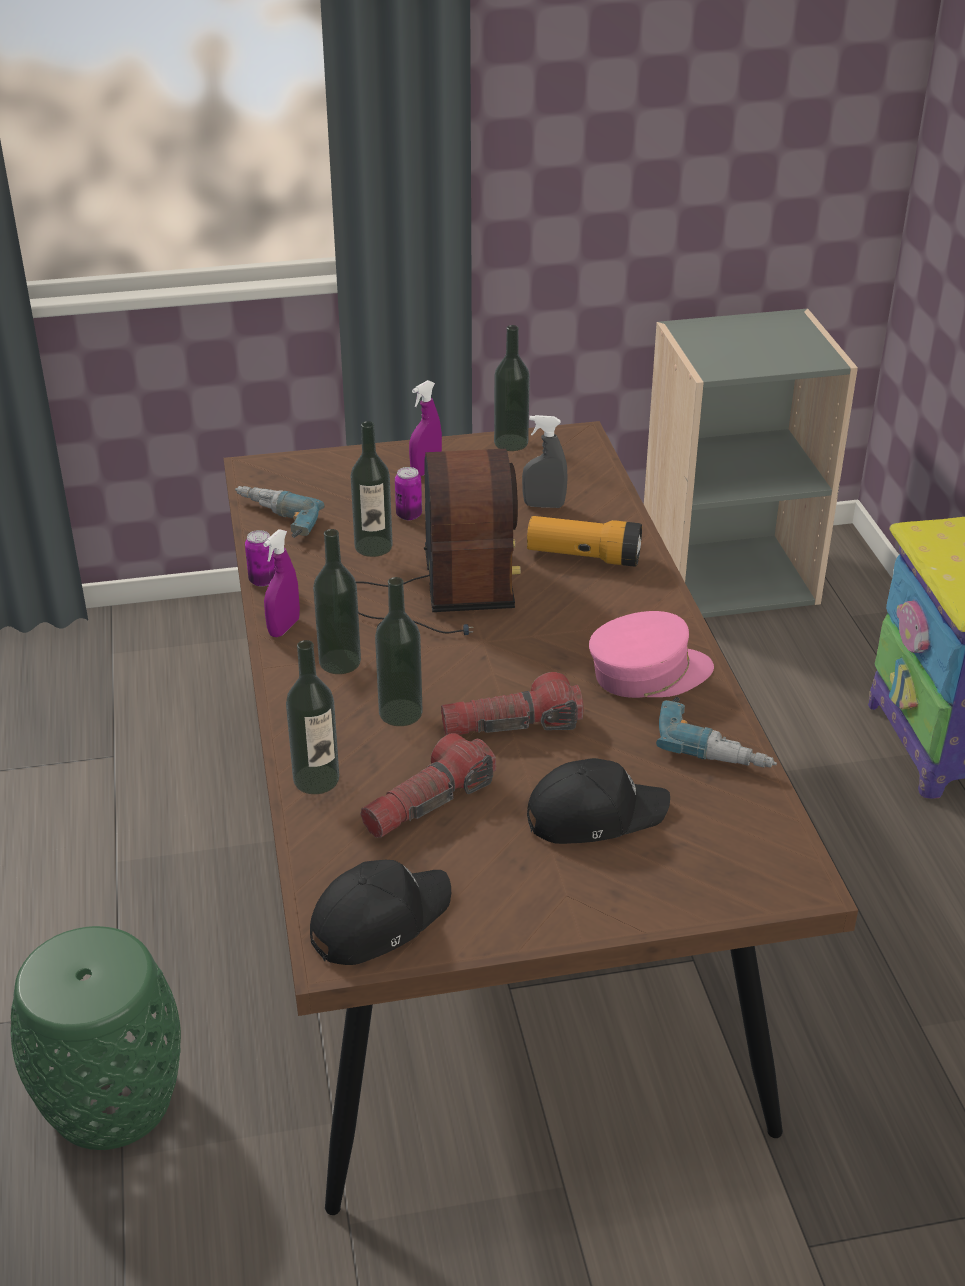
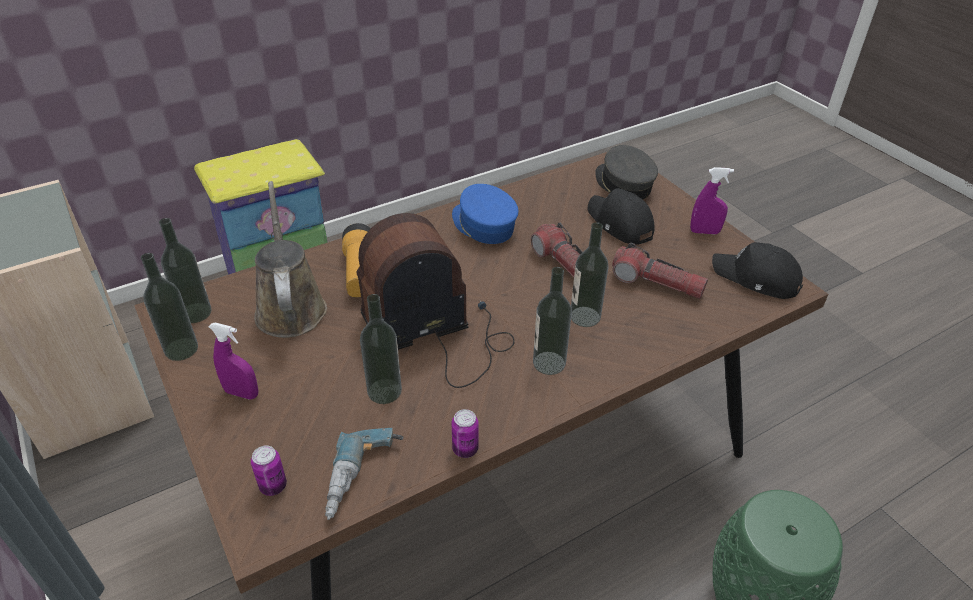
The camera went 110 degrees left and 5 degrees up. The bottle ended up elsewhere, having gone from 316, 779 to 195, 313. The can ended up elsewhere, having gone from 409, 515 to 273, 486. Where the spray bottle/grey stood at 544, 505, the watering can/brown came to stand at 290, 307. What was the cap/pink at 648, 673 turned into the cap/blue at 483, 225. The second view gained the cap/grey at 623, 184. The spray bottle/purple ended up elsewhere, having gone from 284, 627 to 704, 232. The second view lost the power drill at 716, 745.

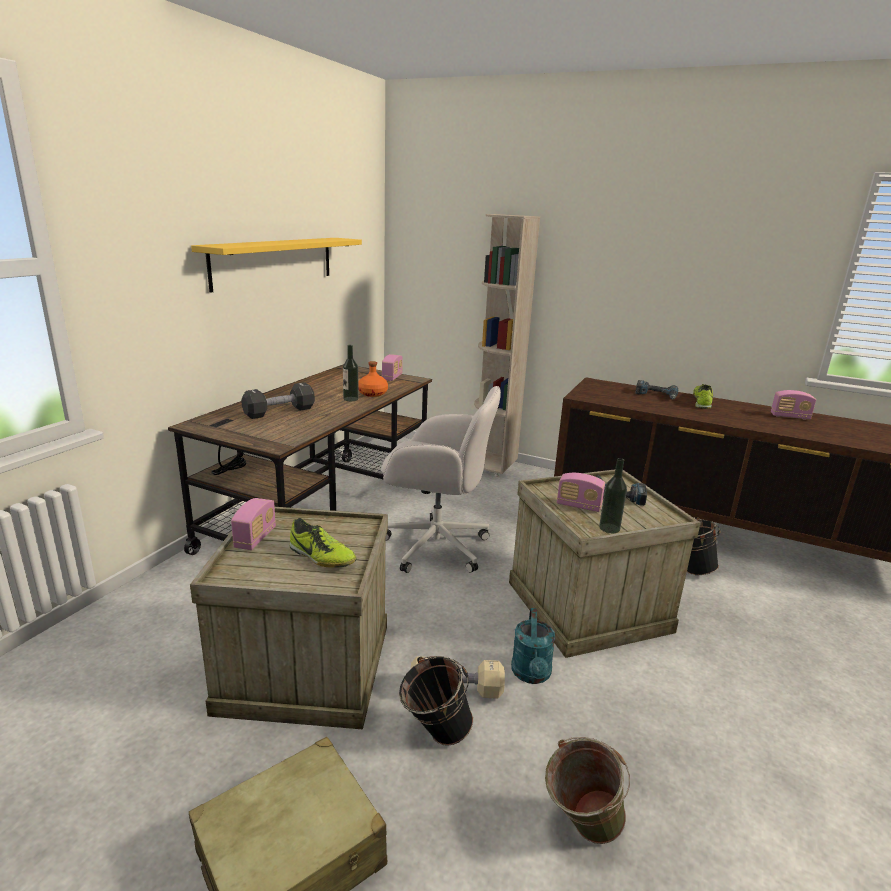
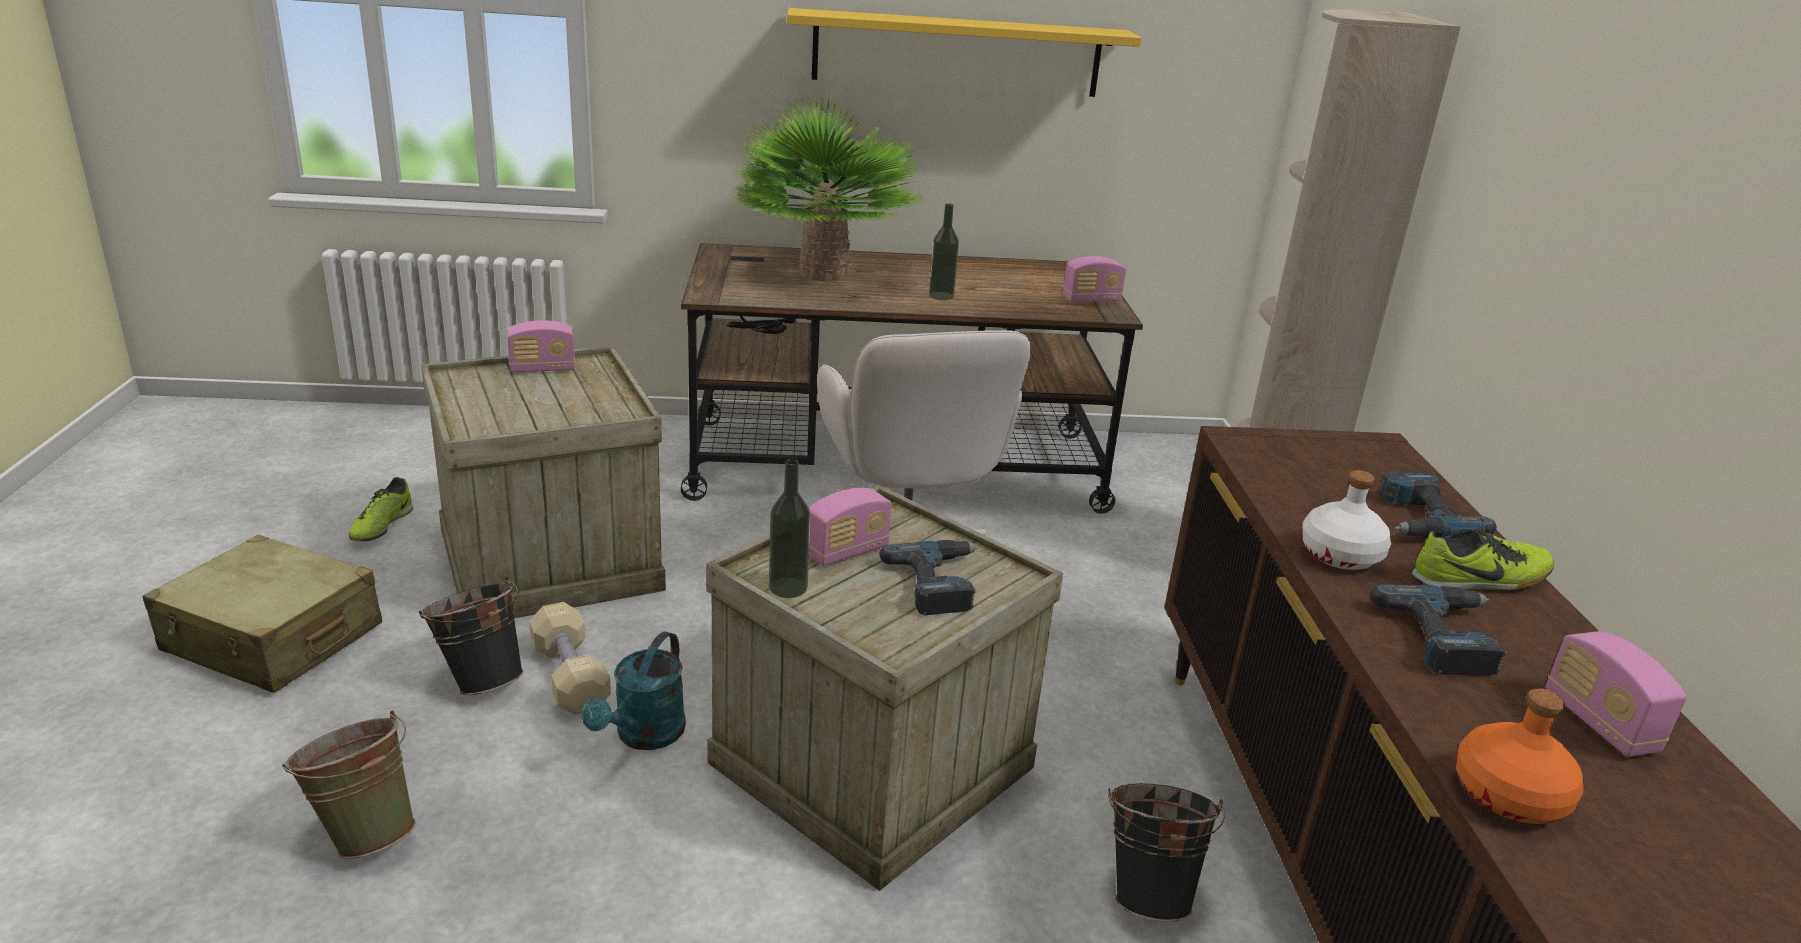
The camera went 60 degrees right and 5 degrees up. The shoe ended up elsewhere, having gone from 321, 557 to 381, 526. The watering can/turquoise at 532, 675 ended up facing another way, 45 degrees counterclockwise from before. Where the dumbbell/black stood at 279, 412, the potted plant came to stand at 823, 273. The radio at 578, 506 ended up facing another way, 120 degrees counterclockwise from before. The second view gained the bottle/white at 1339, 555. The second view gained the power drill at 1447, 638. The bottle/orange ended up elsewhere, having gone from 372, 393 to 1508, 796.

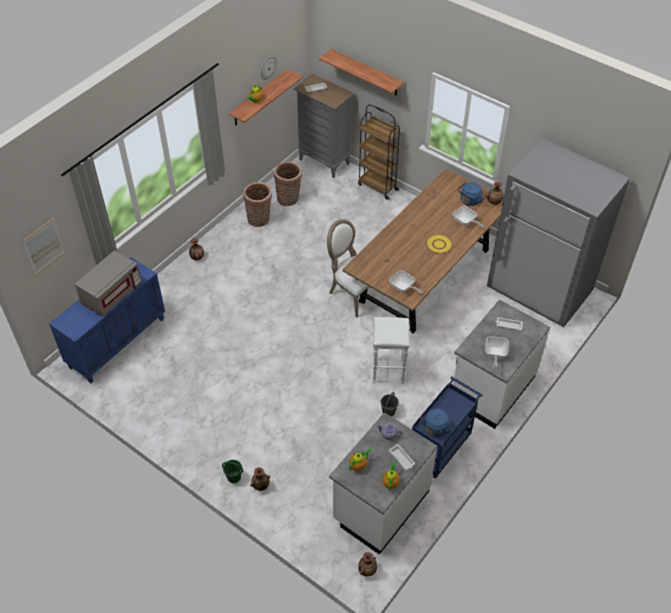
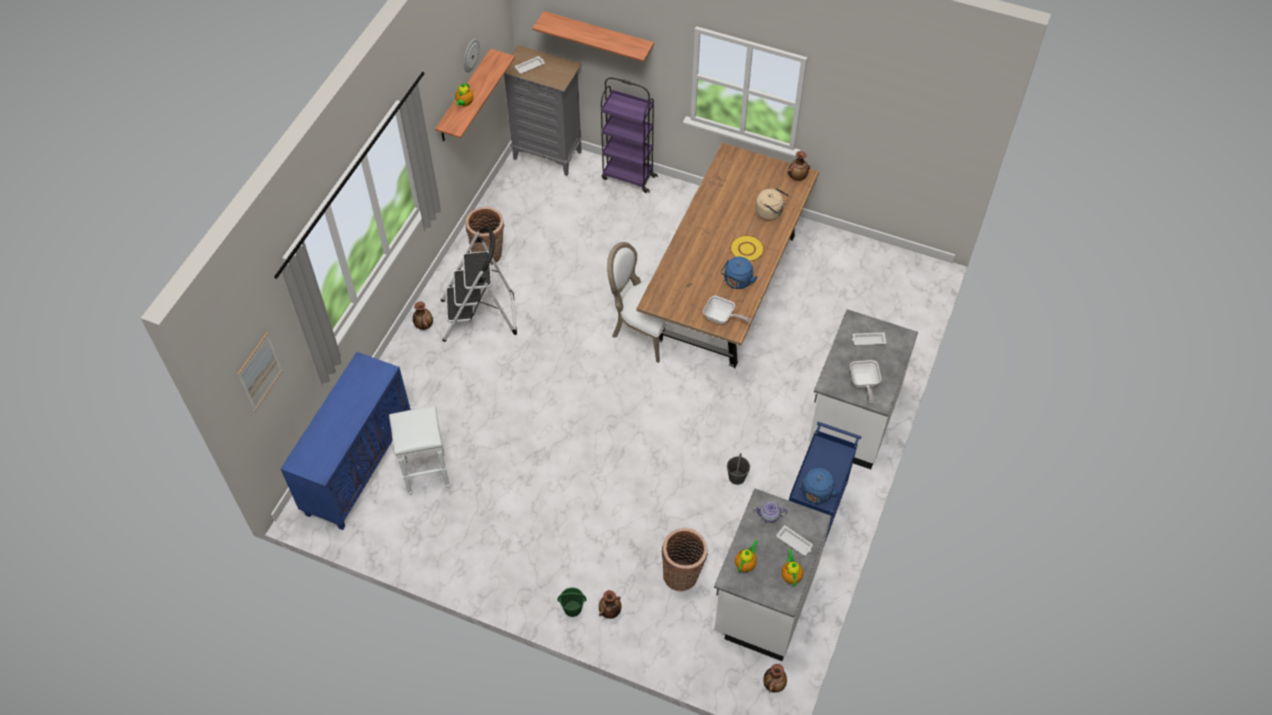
The camera went 15 degrees left and 5 degrees up. The stool/white ended up elsewhere, having gone from 387, 371 to 425, 474. The second view gained the step ladder at 481, 317. What was the cart/brown at 377, 187 turned into the cart/purple at 628, 177. The basket ended up elsewhere, having gone from 289, 199 to 683, 575. The kettle/blue ended up elsewhere, having gone from 469, 201 to 737, 282. Where the frying pan stood at 465, 223, the kettle/beige came to stand at 770, 213. The second view lost the microwave/grey at 112, 294. The second view lost the fridge/grey at 540, 288.

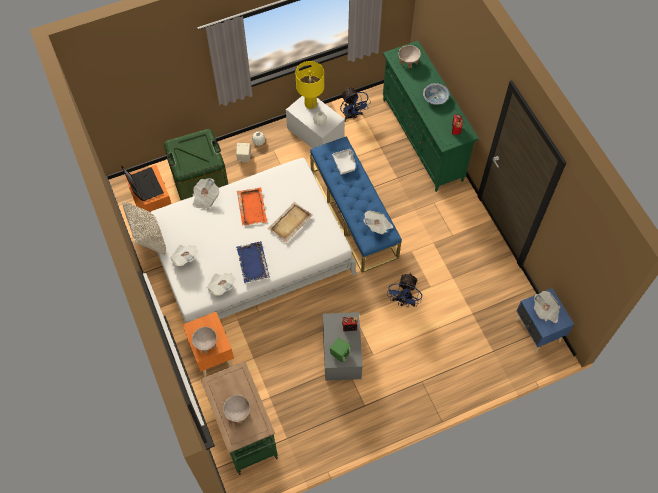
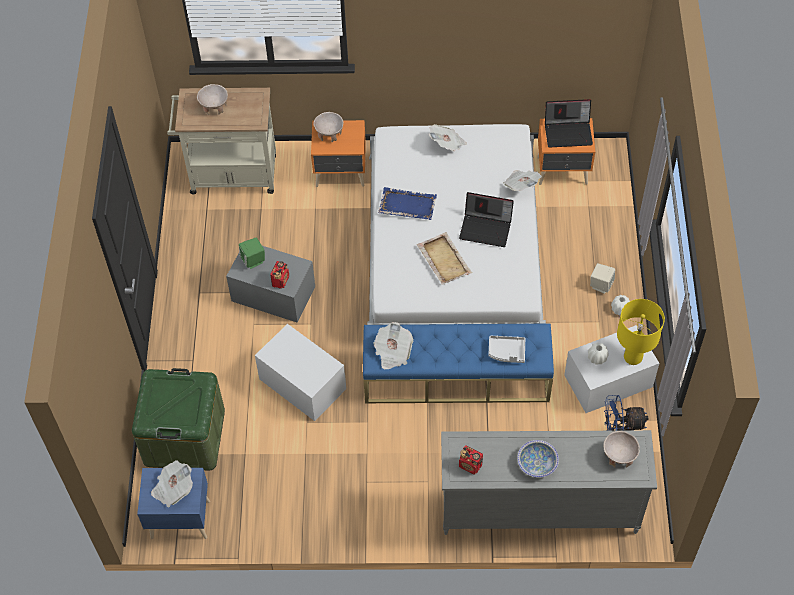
The camera went 115 degrees right and 5 degrees down. The storage box/green ended up elsewhere, having gone from 200, 180 to 184, 436. What was the cart/green at 246, 436 turned into the cart/beige at 231, 175. Where the fan/blue stood at 403, 301, the storage box/white came to stand at 303, 384. What was the dresser/green at 422, 140 turned into the dresser/grey at 539, 513. Where the tray/orange stood at 252, 207, the laptop came to stand at 486, 228. The second view lost the pillow/beige at 148, 238. The second view lost the newspaper at 221, 286.

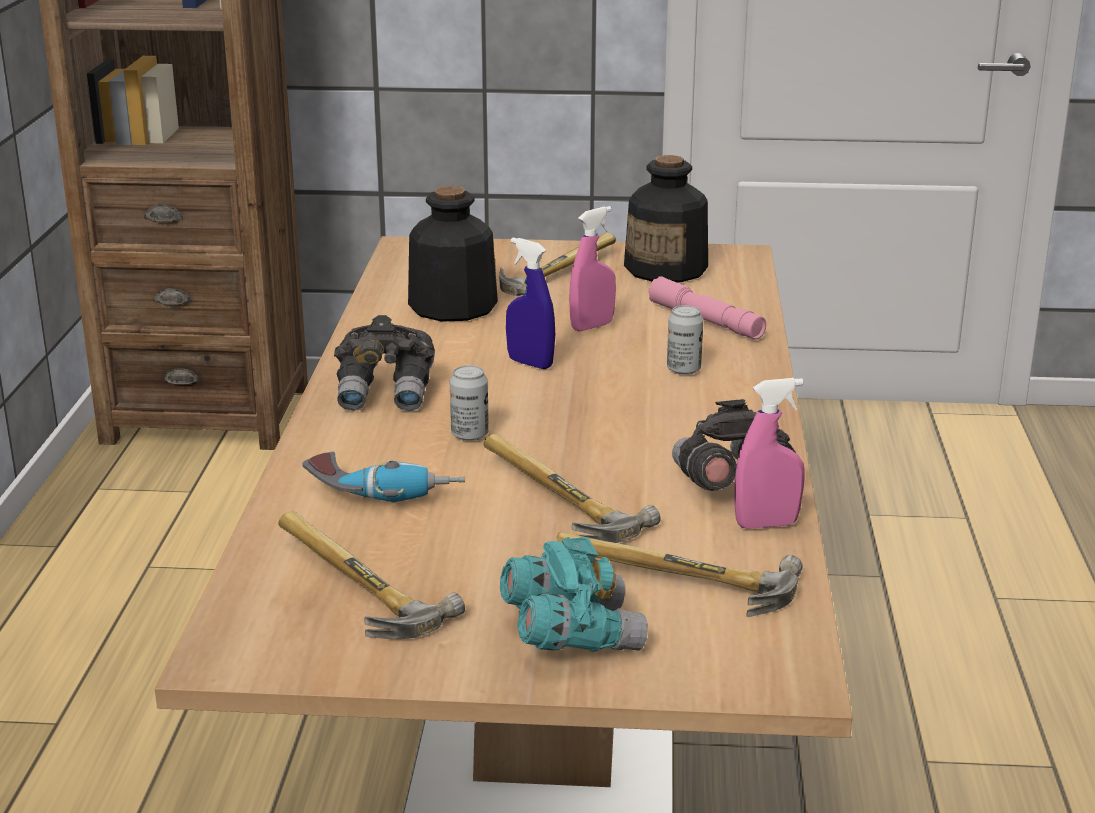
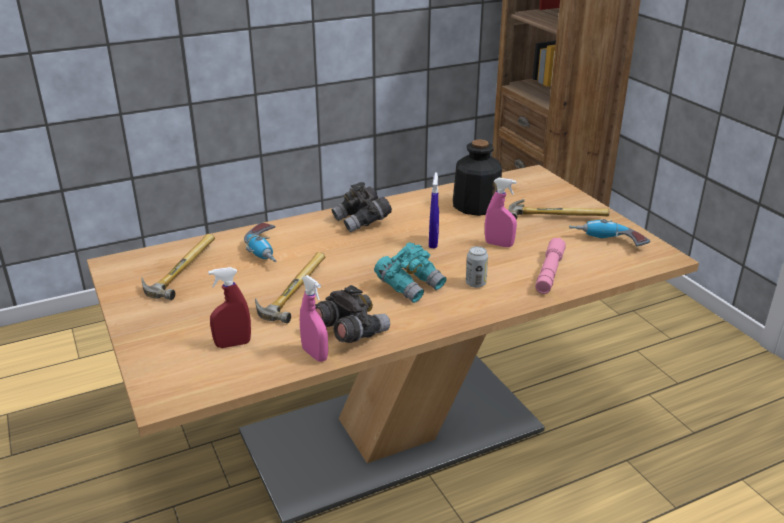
The camera went 60 degrees right and 5 degrees up. Where the hammer stood at 673, 584, the spray bottle/red came to stand at 233, 344. The binoculars/turquoise ended up elsewhere, having gone from 570, 634 to 410, 286. Where the bottle stood at 667, 269, the power drill came to stand at 607, 242. The second view lost the can at 469, 434.

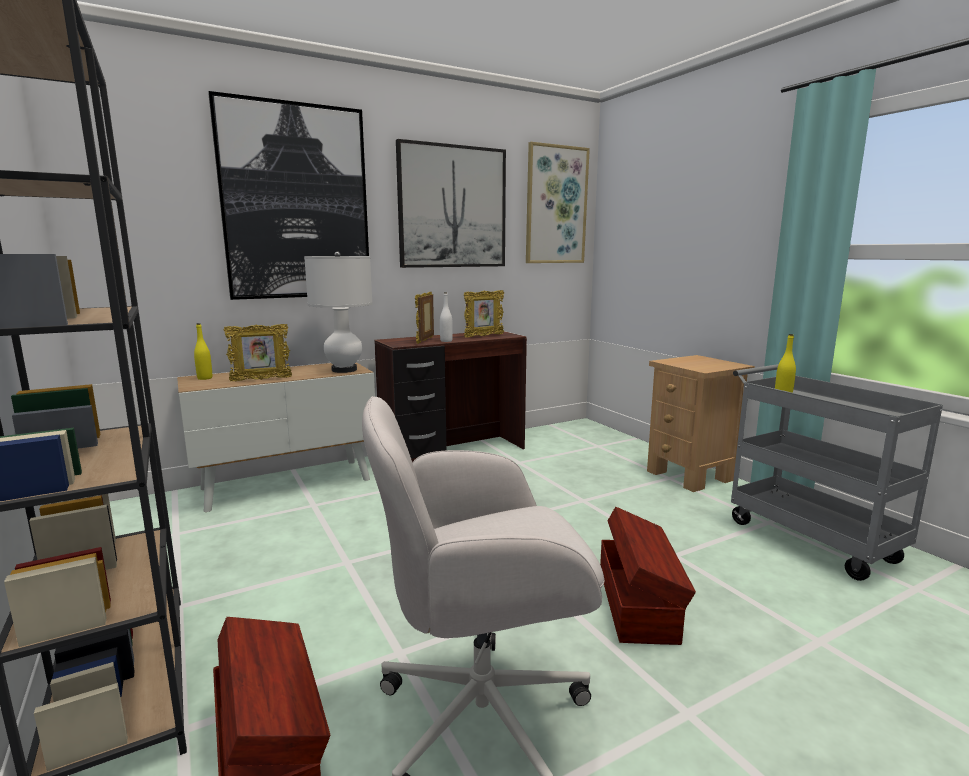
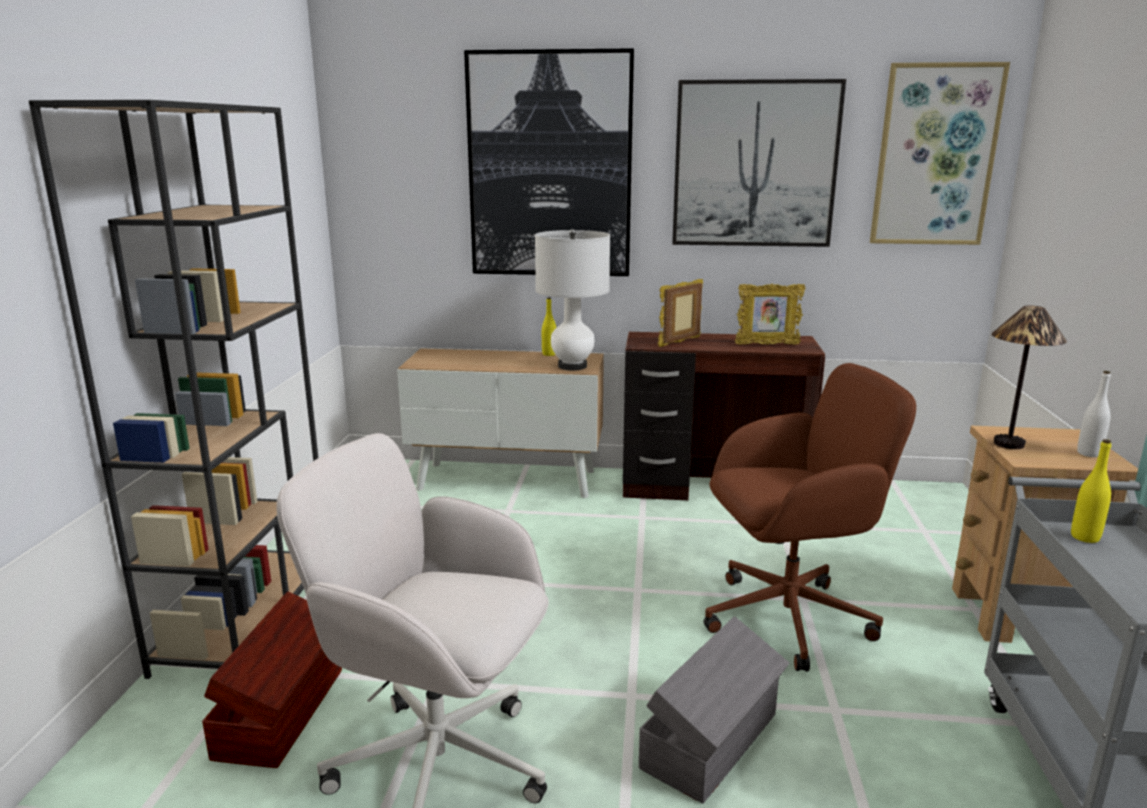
The camera went 35 degrees right and 5 degrees up. The bottle/yellow ended up elsewhere, having gone from 205, 378 to 549, 354. What was the storage box/brown at 638, 603 turned into the storage box/grey at 713, 741. The second view gained the office chair/brown at 787, 619. The second view gained the table lamp at 1008, 444. The bottle/white ended up elsewhere, having gone from 446, 341 to 1089, 453. The second view lost the picture frame at 261, 379.

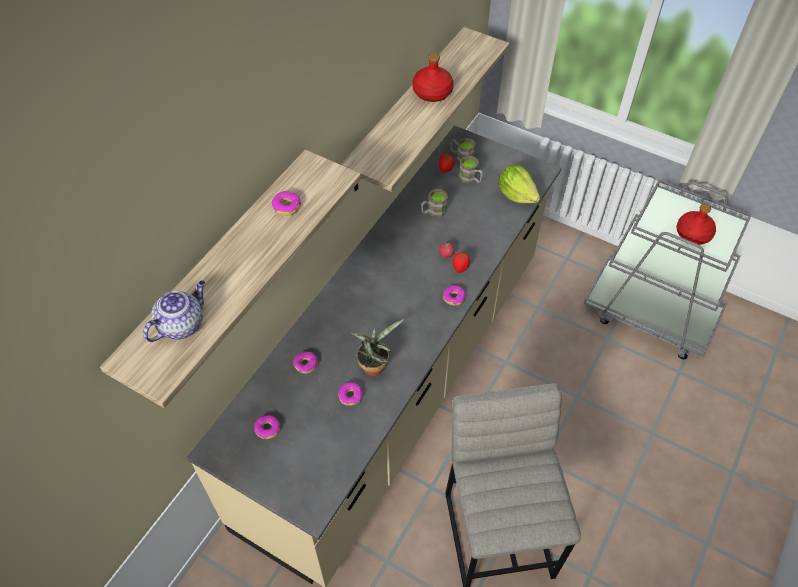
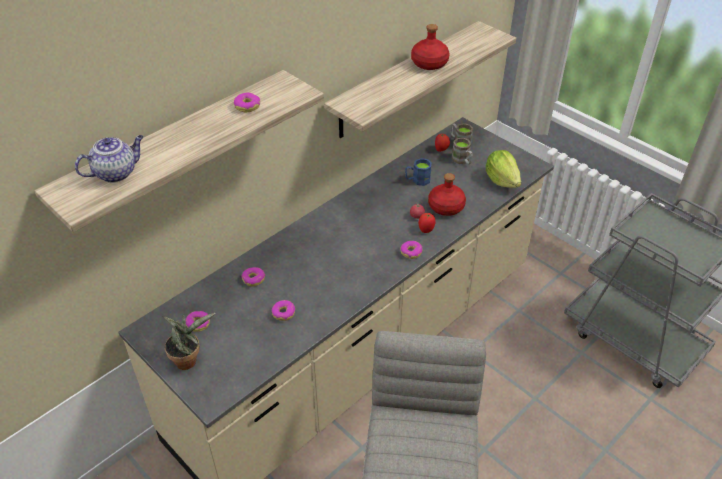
The camera went 15 degrees right and 10 degrees down. The potted plant ended up elsewhere, having gone from 374, 365 to 188, 359. What was the mug/brown at 433, 211 turned into the mug/blue at 417, 180. The bottle/red ended up elsewhere, having gone from 693, 234 to 446, 207.

